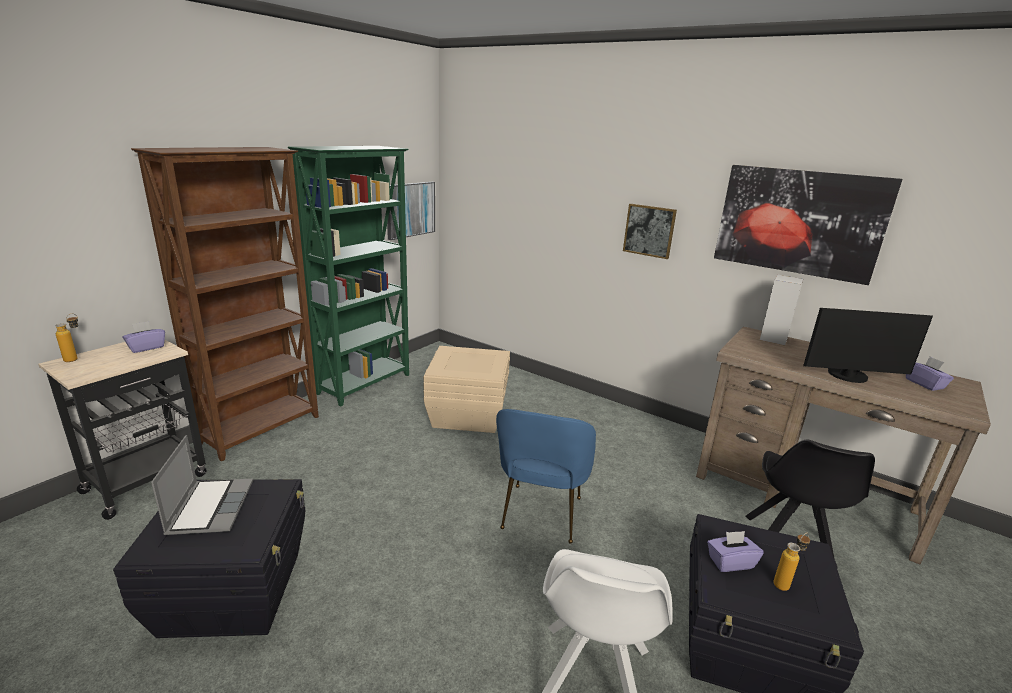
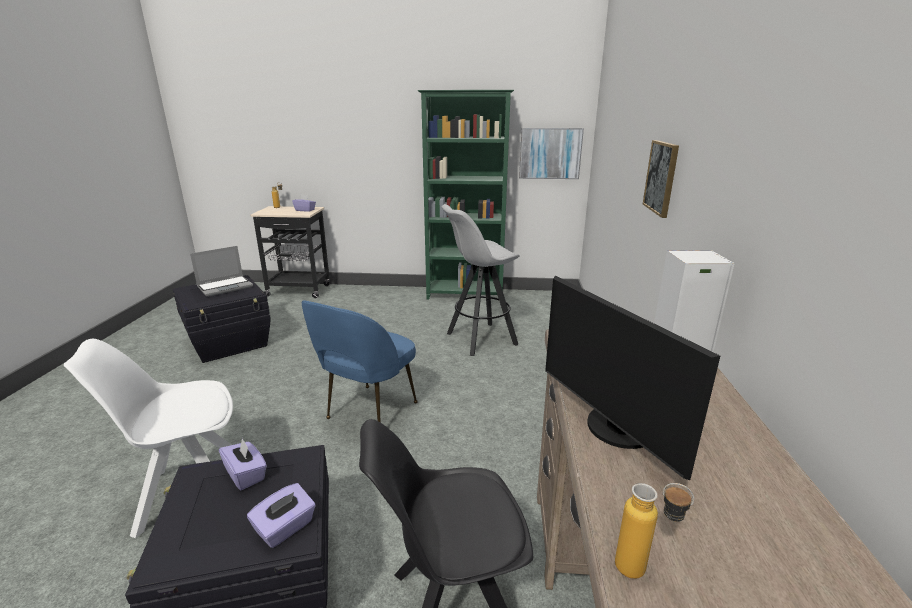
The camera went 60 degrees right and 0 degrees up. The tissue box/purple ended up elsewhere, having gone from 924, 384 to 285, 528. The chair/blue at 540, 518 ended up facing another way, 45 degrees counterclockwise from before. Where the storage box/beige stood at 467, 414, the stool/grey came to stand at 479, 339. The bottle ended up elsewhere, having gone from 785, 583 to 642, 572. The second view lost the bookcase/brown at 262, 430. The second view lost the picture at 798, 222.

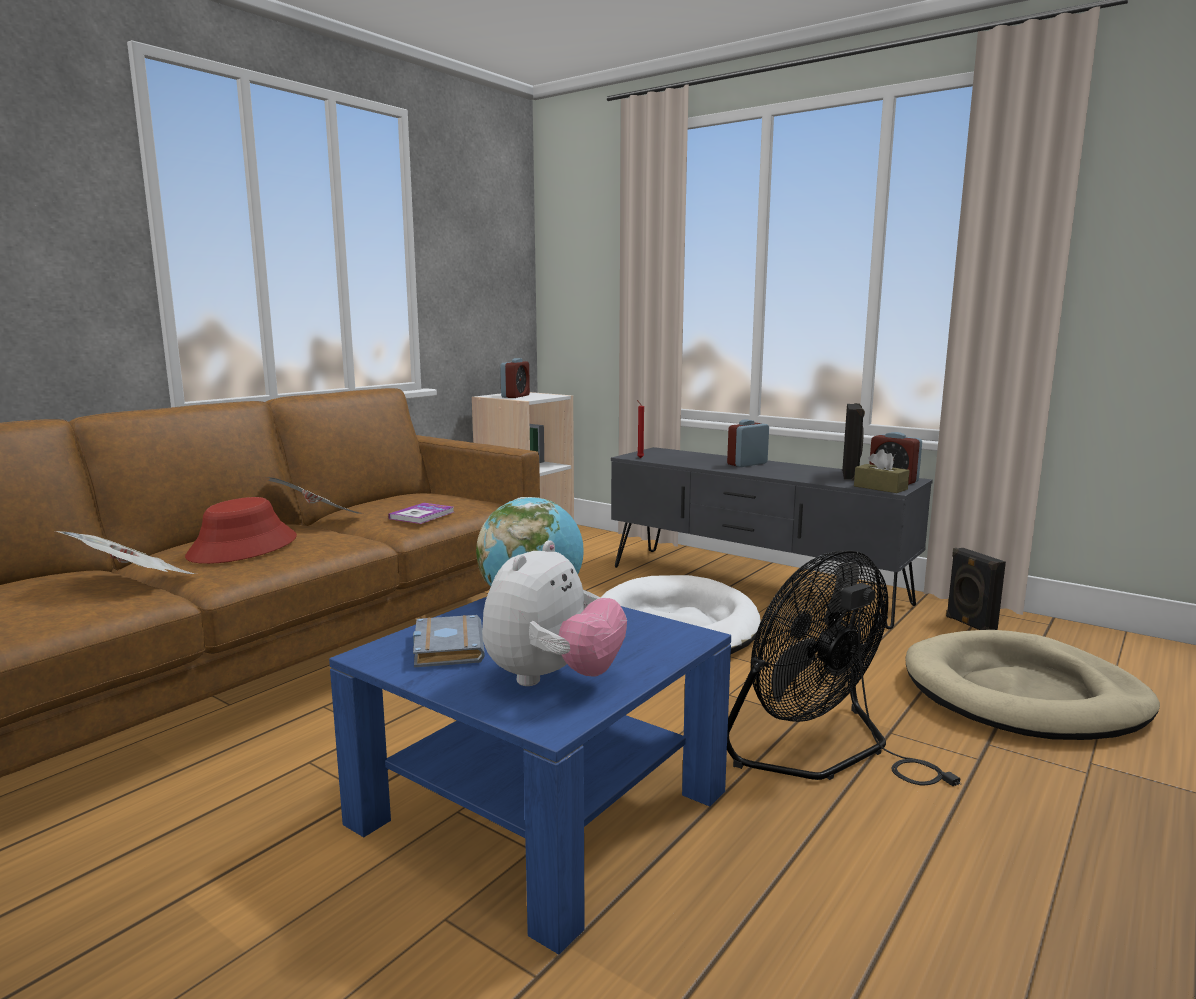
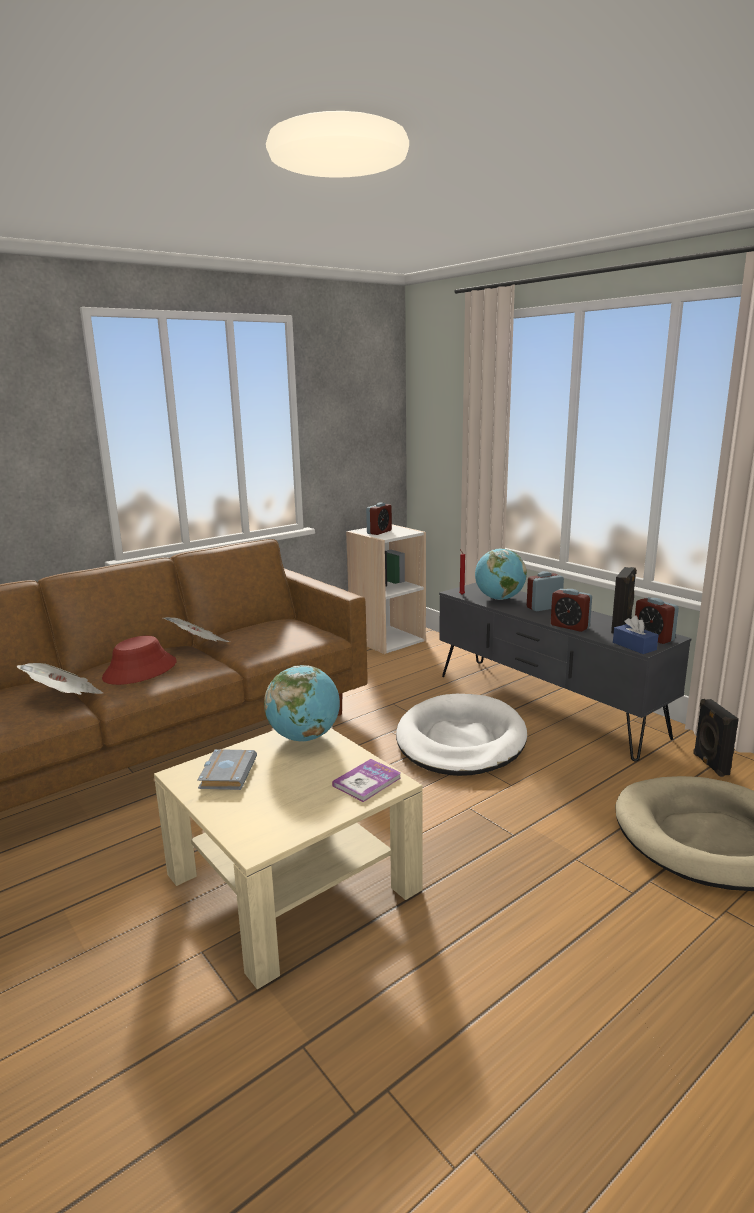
The camera went 15 degrees right and 5 degrees up. What was the coffee table/blue at 540, 808 turned into the coffee table/beige at 292, 882. The book ended up elsewhere, having gone from 422, 515 to 367, 782. The second view gained the globe at 499, 599. The second view gained the alarm clock at 570, 626. What was the tissue box/brown at 880, 488 turned into the tissue box/blue at 634, 646. The second view lost the plush toy at 553, 679. The second view lost the fan/black at 835, 750.

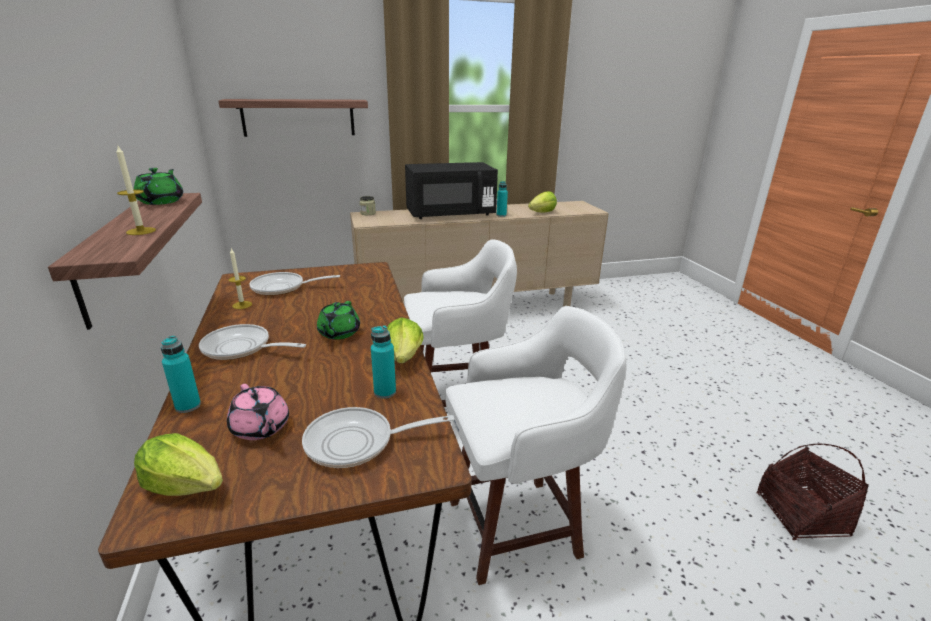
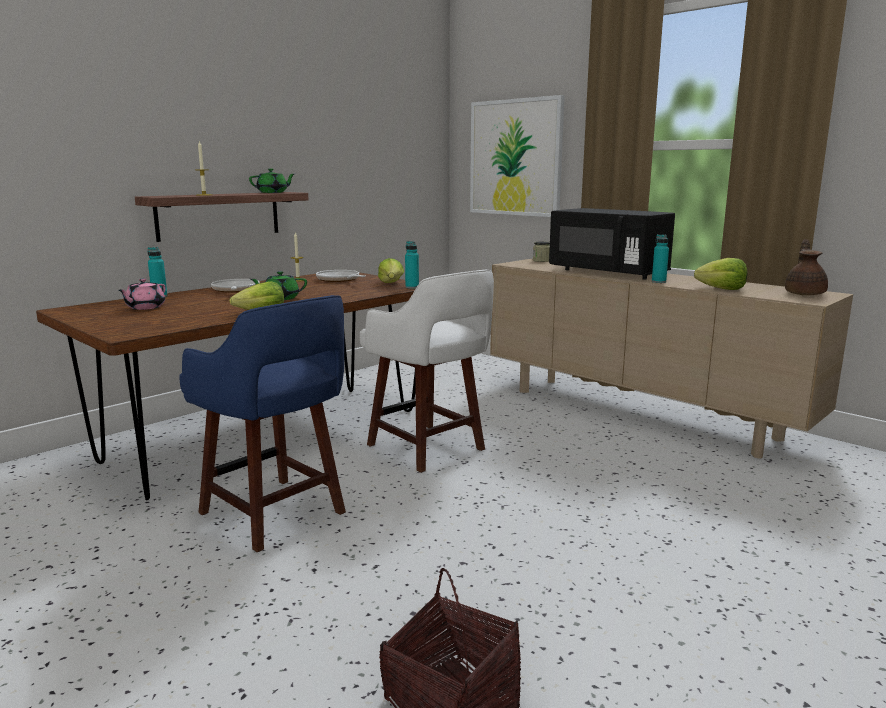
The camera went 60 degrees right and 10 degrees down. What was the stool/white at 519, 527 turned into the stool/blue at 275, 516. The lettuce ended up elsewhere, having gone from 186, 485 to 391, 283. The bottle/turquoise ended up elsewhere, having gone from 385, 392 to 412, 287. Where the shelf hung at 298, 117, the picture came to hang at 515, 158. The second view gained the teapot/brown at 804, 294. The second view lost the frying pan at 357, 443.

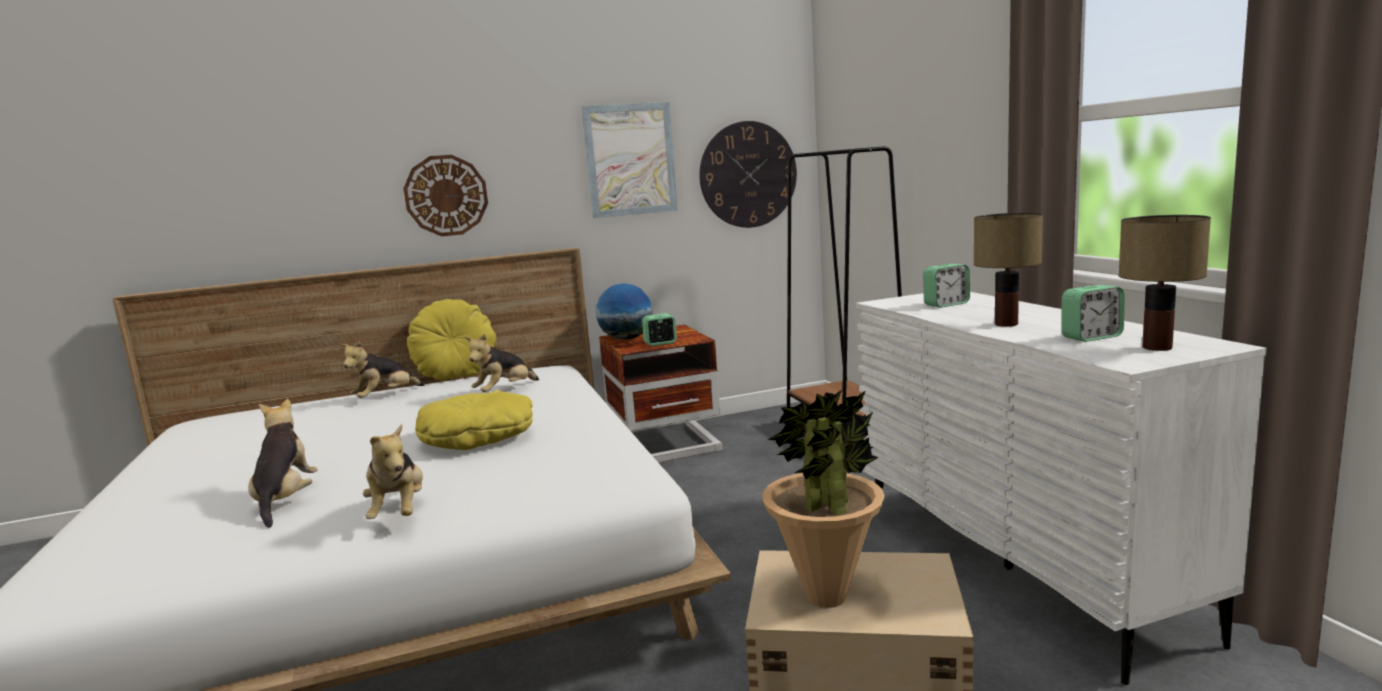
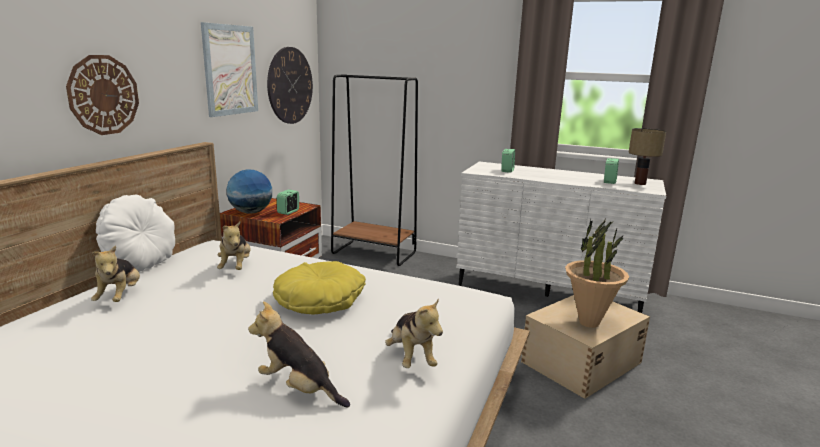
The camera went 50 degrees left and 5 degrees up. What was the pillow/yellow at 457, 376 turned into the pillow/white at 141, 266. The plush toy at 399, 512 ended up facing another way, 45 degrees clockwise from before. The second view lost the table lamp at 1005, 324.

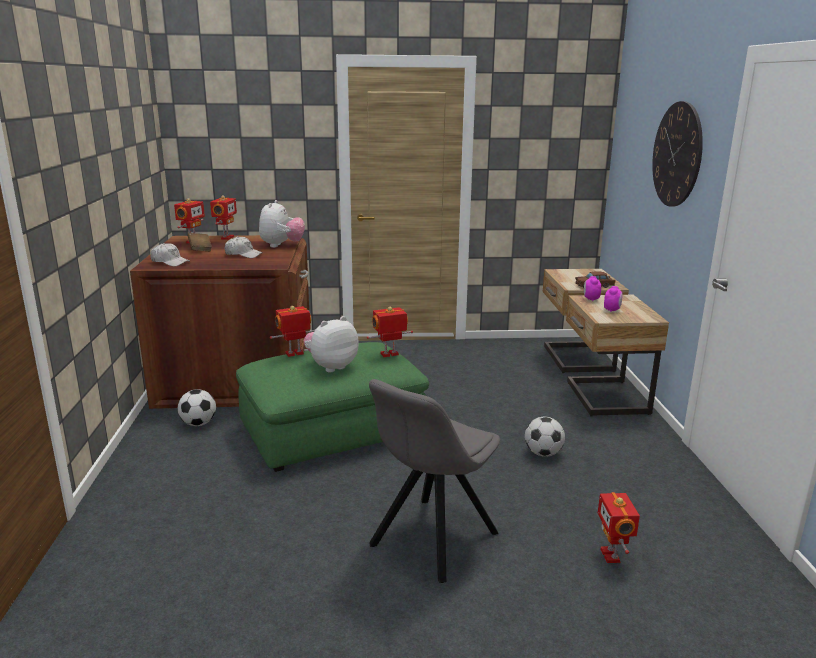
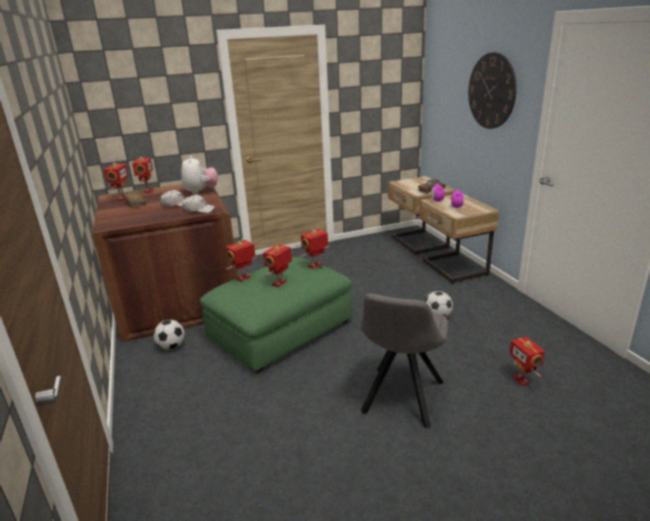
The camera went 15 degrees left and 5 degrees up. The cap/white ended up elsewhere, having gone from 170, 262 to 199, 210. Where the plush toy stood at 331, 367, the toy robot came to stand at 280, 283.

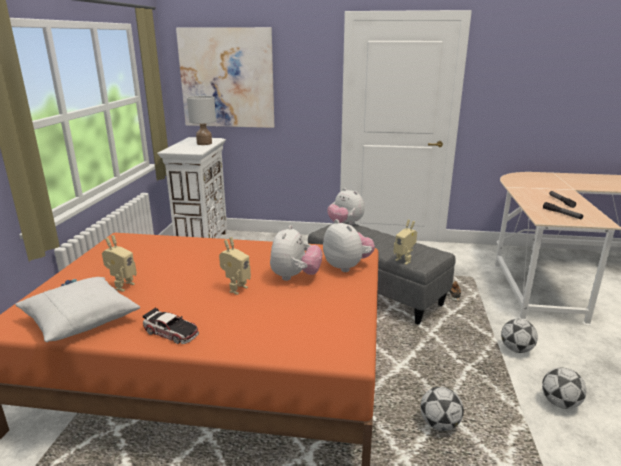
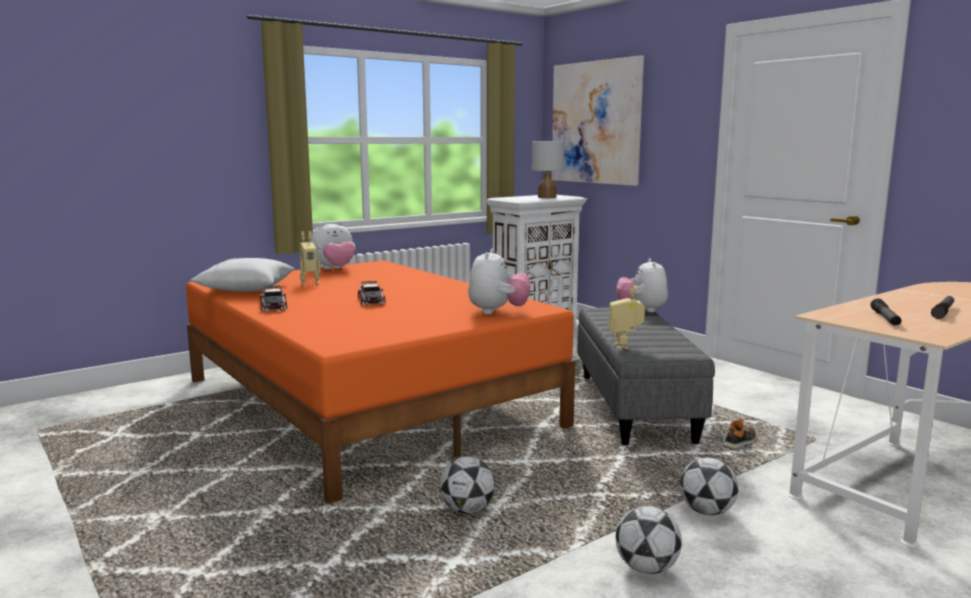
The camera went 45 degrees right and 10 degrees down. The plush toy ended up elsewhere, having gone from 295, 277 to 334, 269. Where the toy robot stood at 236, 289, the toy car came to stand at 371, 300.

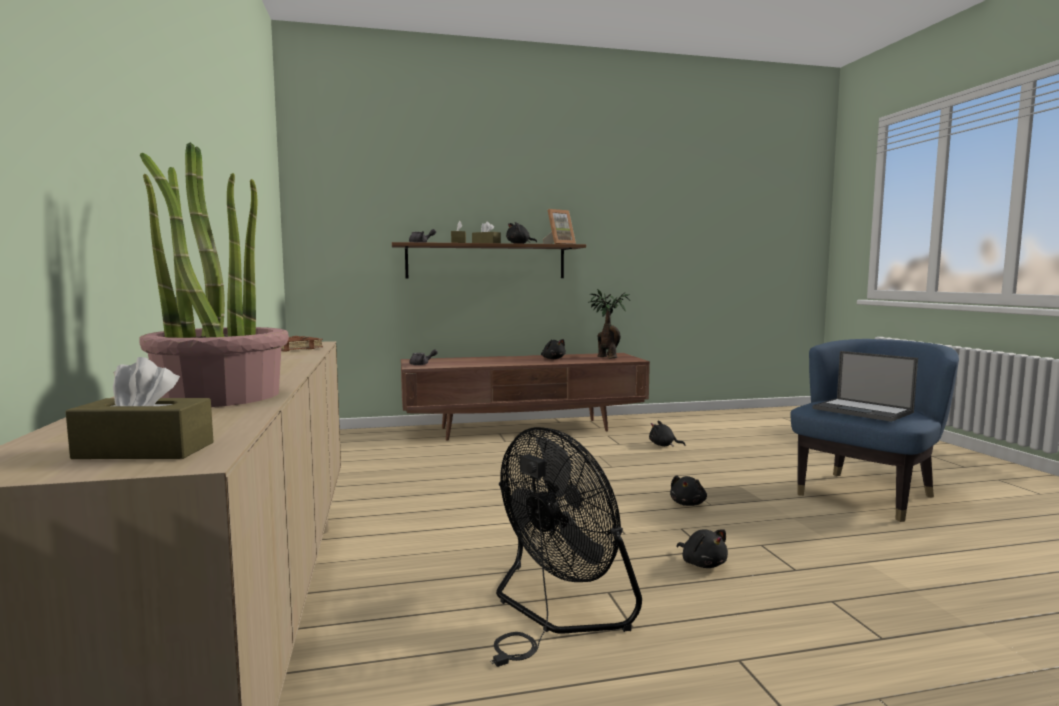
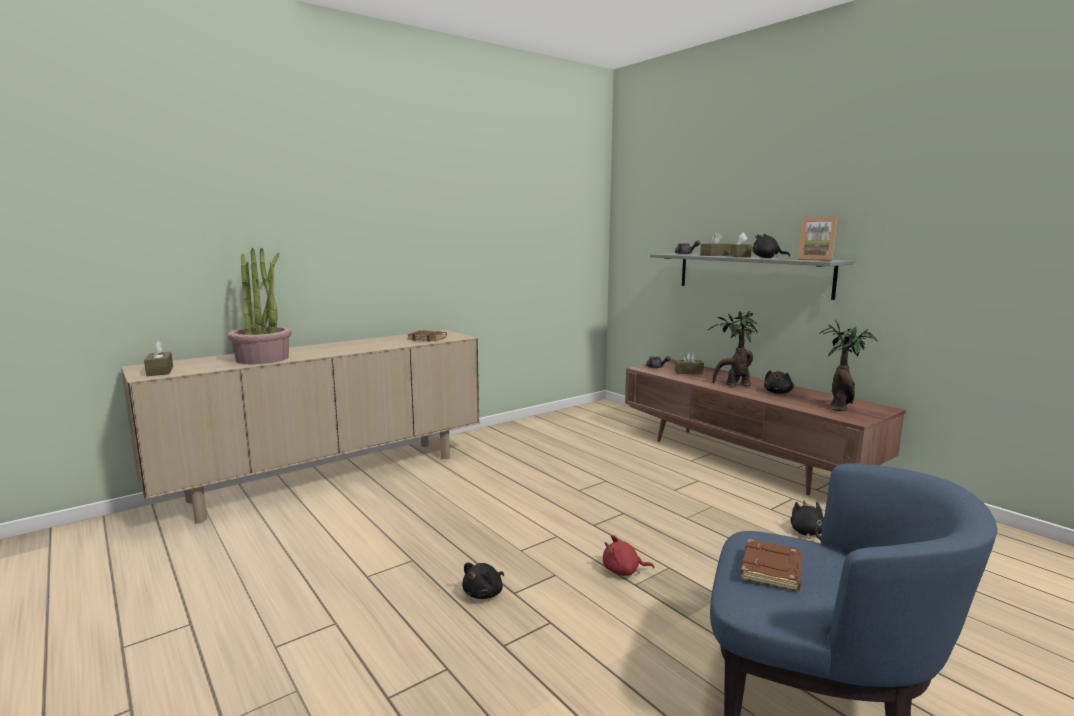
The camera went 65 degrees right and 5 degrees up. What was the plush toy/black at 688, 503 turned into the plush toy/red at 623, 571. What was the shelf/brown at 486, 261 turned into the shelf/grey at 751, 274. The second view gained the tissue box/brown at 688, 372. The second view gained the potted plant at 734, 385. Where the laptop stood at 864, 411, the book/brown came to stand at 772, 570. The second view lost the fan/black at 547, 609.

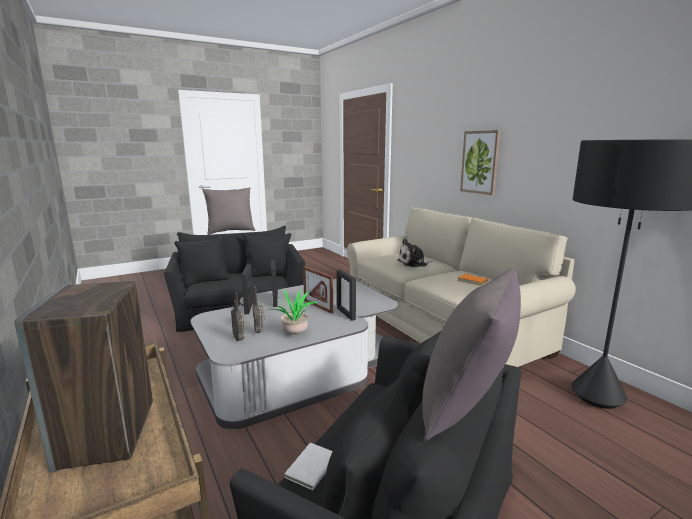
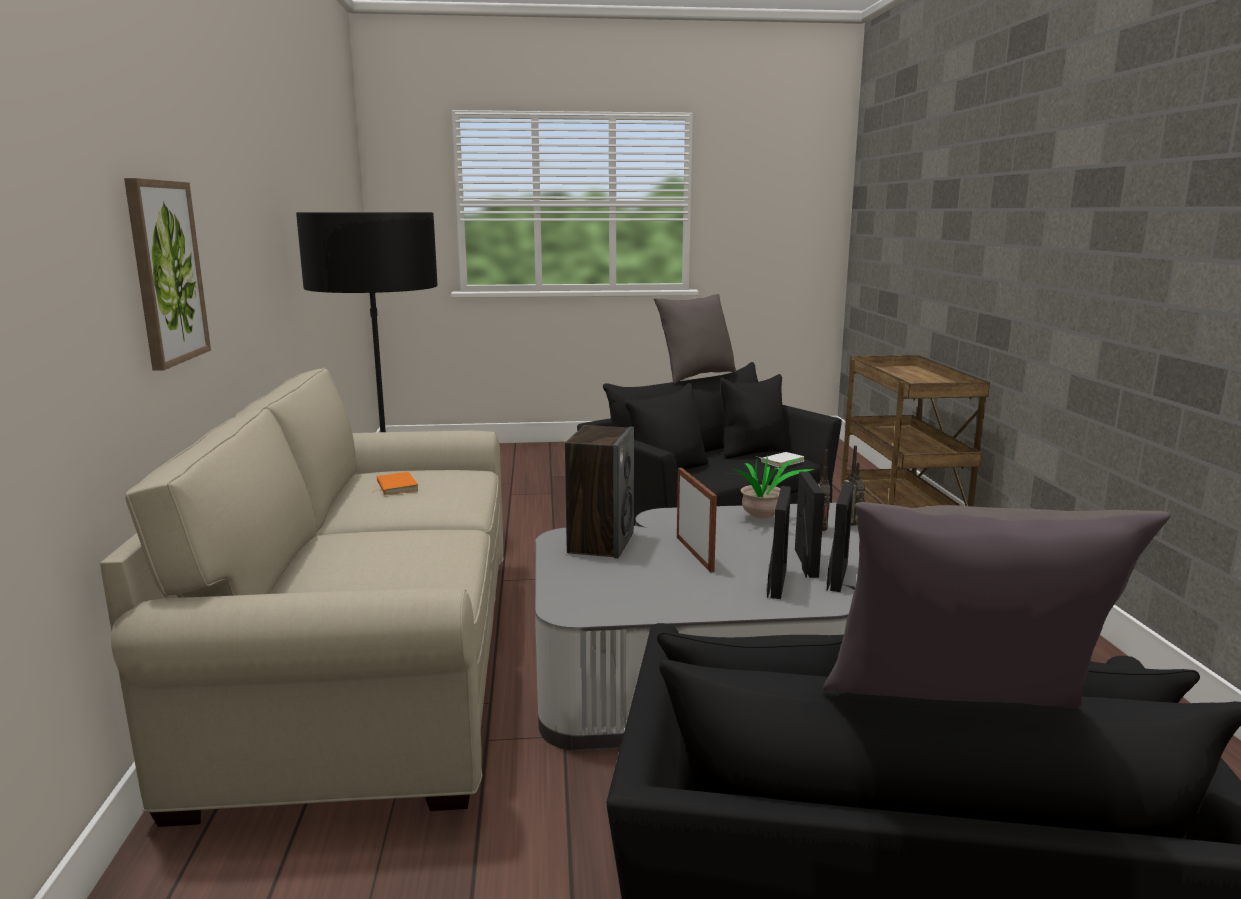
The camera went 155 degrees left and 0 degrees up. The speaker ended up elsewhere, having gone from 108, 434 to 600, 543. The picture frame ended up elsewhere, having gone from 346, 313 to 804, 563. The second view lost the plush toy at 414, 263.

